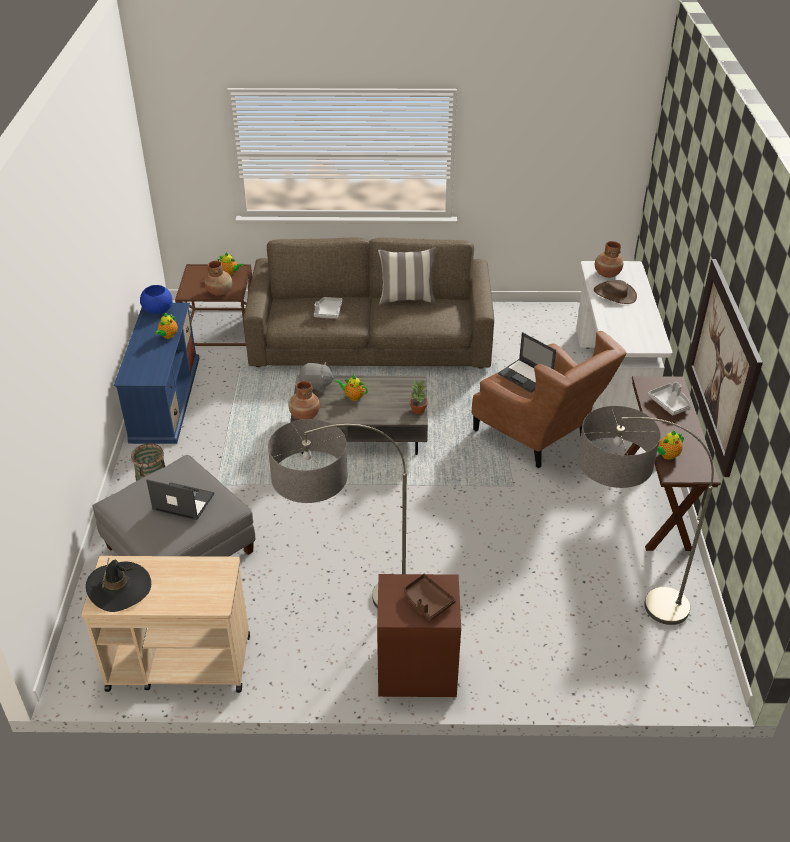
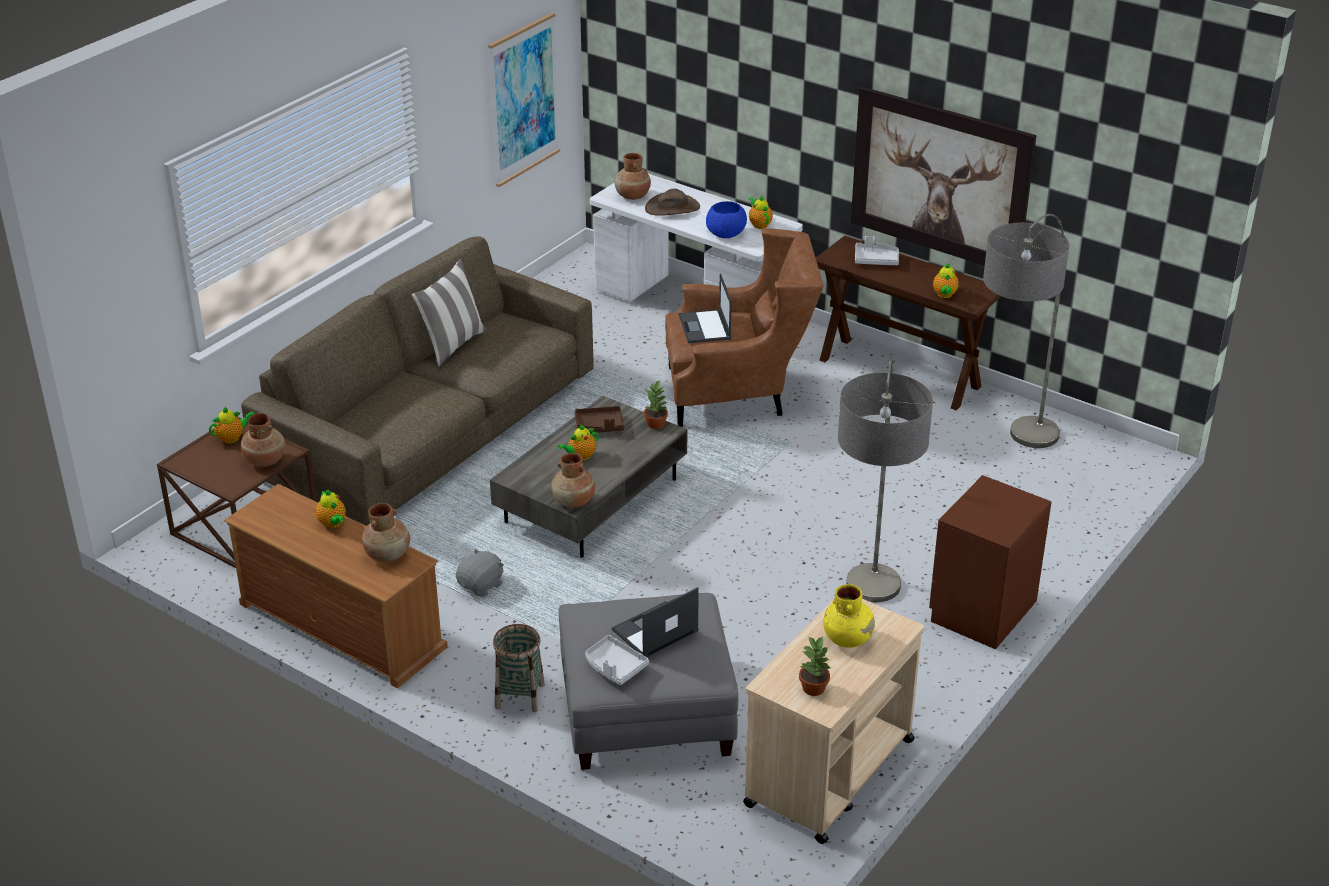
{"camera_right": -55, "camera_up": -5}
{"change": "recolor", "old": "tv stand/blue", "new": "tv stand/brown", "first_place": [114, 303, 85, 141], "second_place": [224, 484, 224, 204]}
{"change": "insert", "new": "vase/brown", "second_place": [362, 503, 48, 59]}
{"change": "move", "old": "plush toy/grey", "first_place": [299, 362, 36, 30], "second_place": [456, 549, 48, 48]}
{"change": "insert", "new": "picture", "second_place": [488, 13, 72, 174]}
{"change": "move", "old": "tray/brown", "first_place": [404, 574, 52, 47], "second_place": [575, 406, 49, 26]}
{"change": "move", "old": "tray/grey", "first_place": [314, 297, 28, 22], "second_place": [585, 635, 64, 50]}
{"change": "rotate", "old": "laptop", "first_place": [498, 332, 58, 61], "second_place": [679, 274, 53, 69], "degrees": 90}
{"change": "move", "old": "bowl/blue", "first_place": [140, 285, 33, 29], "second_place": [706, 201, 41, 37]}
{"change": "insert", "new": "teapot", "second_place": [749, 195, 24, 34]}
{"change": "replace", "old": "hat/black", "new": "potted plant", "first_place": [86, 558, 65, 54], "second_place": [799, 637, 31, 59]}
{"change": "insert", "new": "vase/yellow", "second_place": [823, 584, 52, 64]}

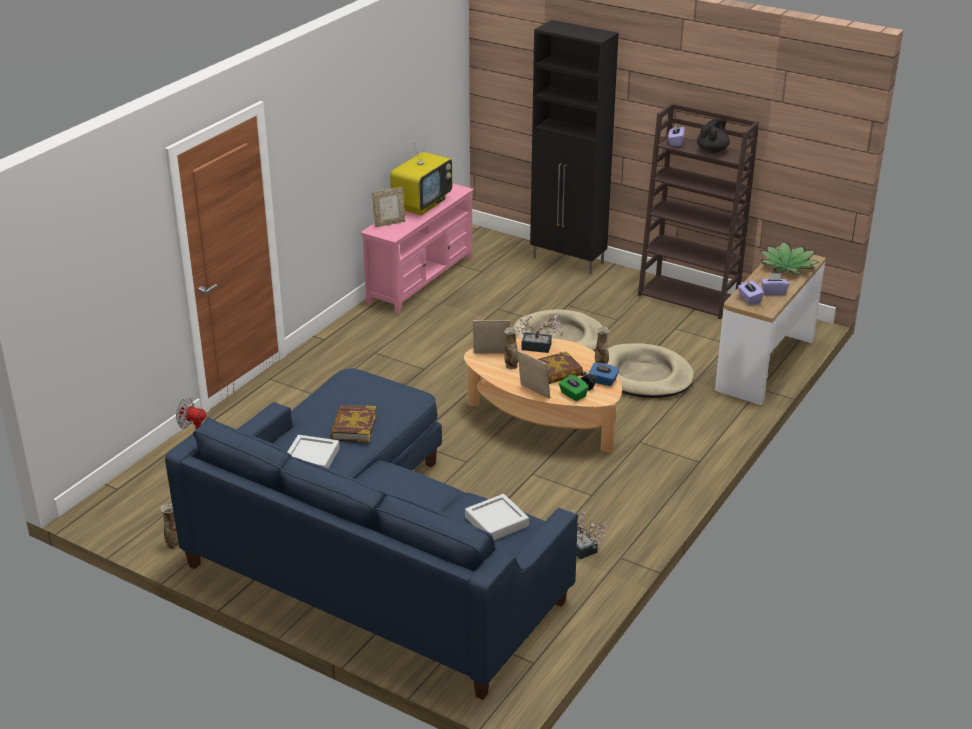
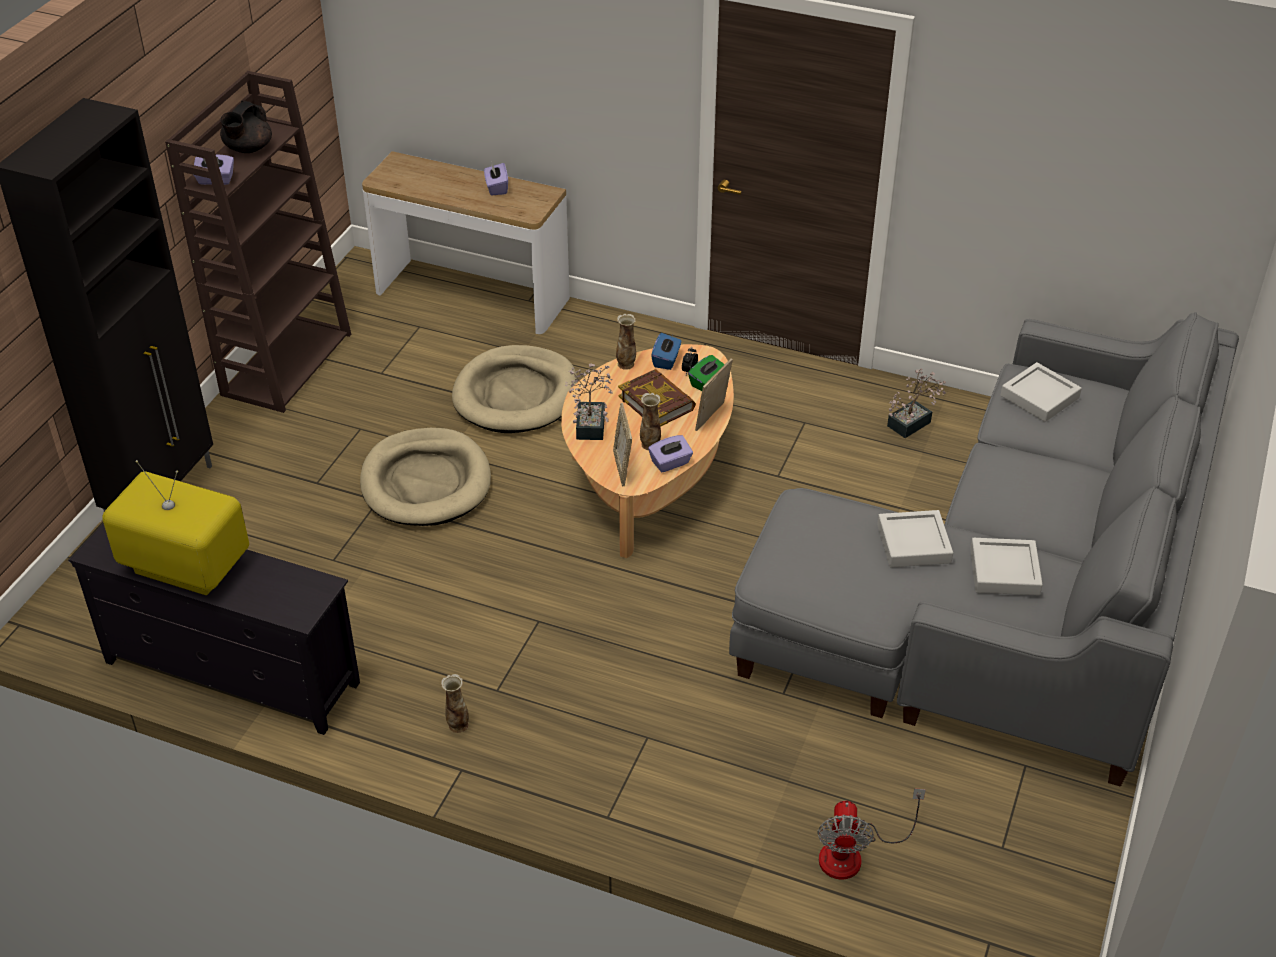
{"camera_right": -100, "camera_up": 10}
{"change": "recolor", "old": "tv stand/pink", "new": "tv stand/black", "first_place": [361, 183, 113, 131], "second_place": [68, 523, 292, 212]}
{"change": "rotate", "old": "teapot/black", "first_place": [697, 119, 33, 34], "second_place": [220, 100, 52, 53], "degrees": -90}
{"change": "move", "old": "vase", "first_place": [160, 504, 19, 45], "second_place": [441, 674, 28, 59]}
{"change": "move", "old": "tissue box/purple", "first_place": [738, 280, 26, 25], "second_place": [648, 435, 45, 37]}
{"change": "recolor", "old": "sofa/blue", "new": "sofa/grey", "first_place": [165, 368, 413, 332], "second_place": [729, 312, 510, 475]}
{"change": "replace", "old": "book", "new": "tray/grey", "first_place": [330, 405, 47, 37], "second_place": [877, 510, 76, 57]}
{"change": "delete", "old": "picture frame", "first_place": [372, 187, 33, 40]}
{"change": "delete", "old": "potted plant", "first_place": [759, 241, 61, 34]}

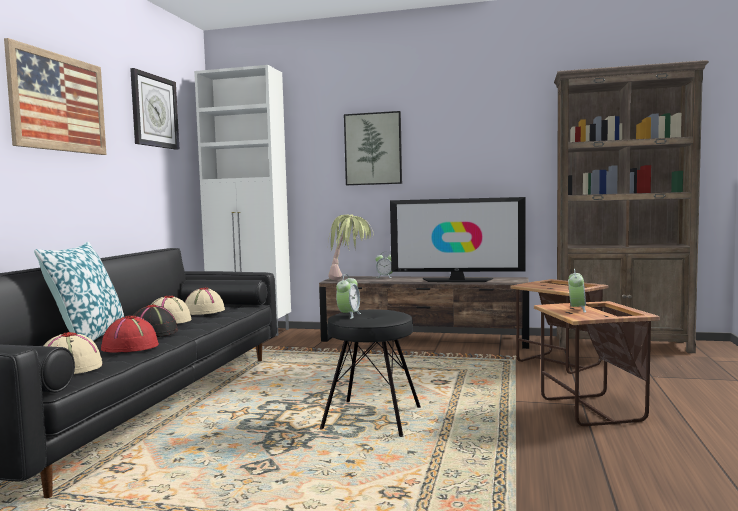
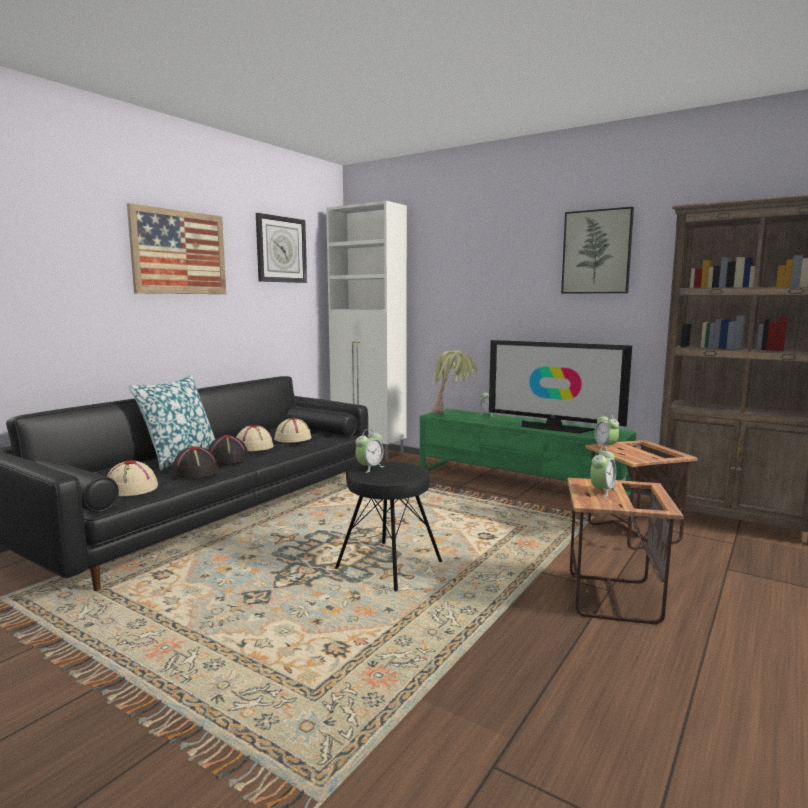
{"camera_right": 20, "camera_up": 5}
{"change": "recolor", "old": "hat/red", "new": "hat/black", "first_place": [101, 316, 58, 37], "second_place": [171, 446, 48, 32]}
{"change": "recolor", "old": "tv stand/brown", "new": "tv stand/green", "first_place": [319, 276, 210, 73], "second_place": [420, 408, 217, 89]}
{"change": "move", "old": "picture", "first_place": [344, 111, 58, 74], "second_place": [561, 207, 73, 87]}
{"change": "insert", "new": "alarm clock", "second_place": [594, 413, 25, 38]}

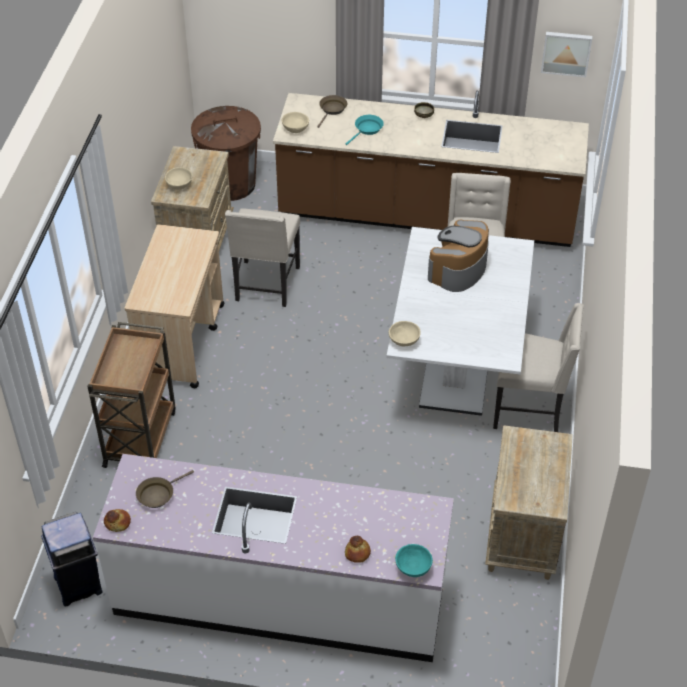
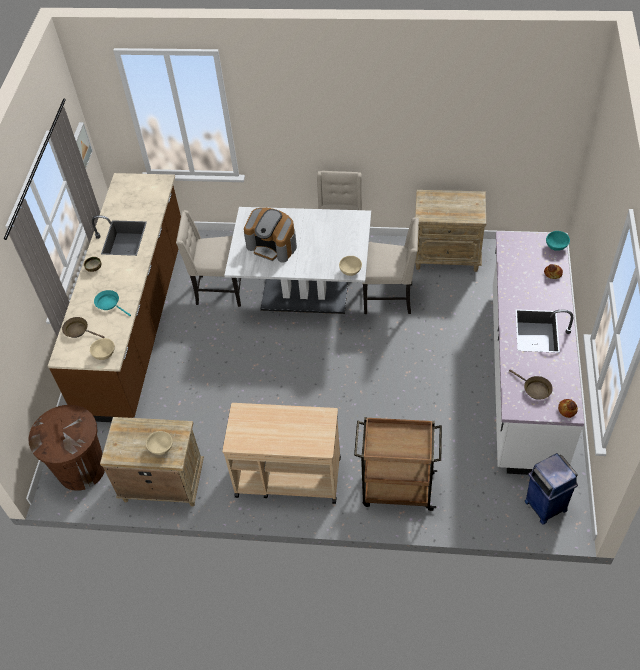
{"camera_right": -90, "camera_up": 5}
{"change": "move", "old": "chair/beige", "first_place": [225, 208, 75, 99], "second_place": [362, 217, 57, 97]}

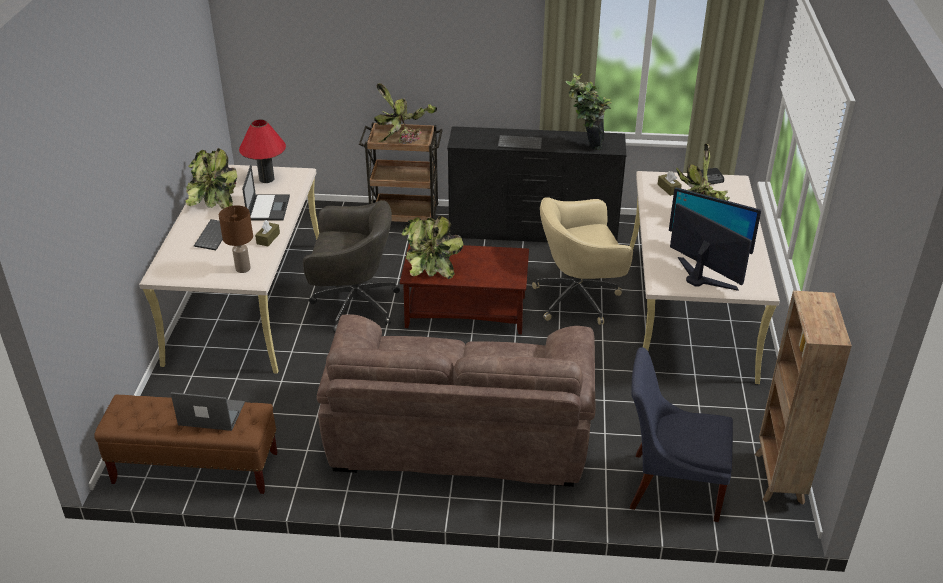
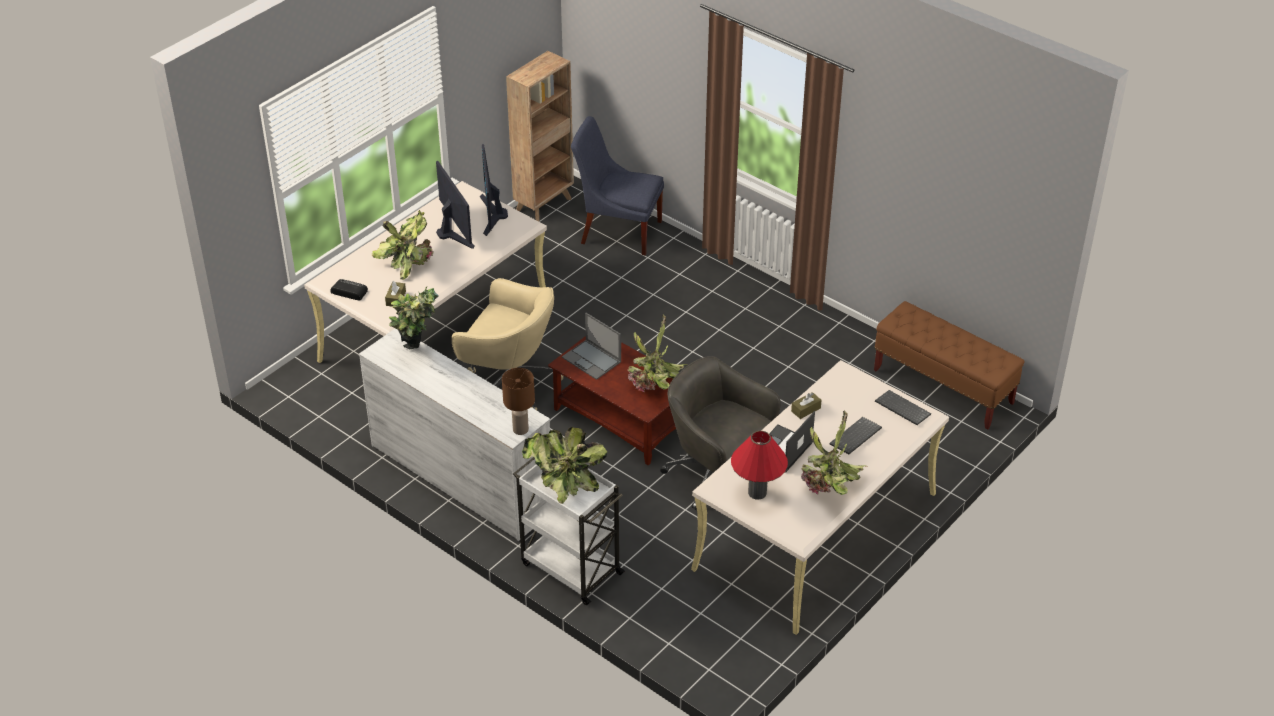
{"camera_right": -145, "camera_up": 5}
{"change": "recolor", "old": "dresser/black", "new": "dresser/white", "first_place": [447, 126, 179, 116], "second_place": [359, 328, 191, 213]}
{"change": "move", "old": "table lamp/brown", "first_place": [219, 205, 34, 68], "second_place": [502, 368, 33, 67]}
{"change": "recolor", "old": "cart/brown", "new": "cart/white", "first_place": [359, 123, 84, 99], "second_place": [513, 457, 112, 148]}
{"change": "move", "old": "laptop", "first_place": [171, 392, 74, 39], "second_place": [562, 313, 59, 67]}
{"change": "rotate", "old": "chair/blue", "first_place": [630, 347, 103, 175], "second_place": [571, 116, 93, 139], "degrees": 150}
{"change": "move", "old": "keyboard", "first_place": [498, 135, 44, 15], "second_place": [875, 390, 56, 35]}
{"change": "delete", "old": "sofa/brown", "first_place": [317, 314, 278, 173]}

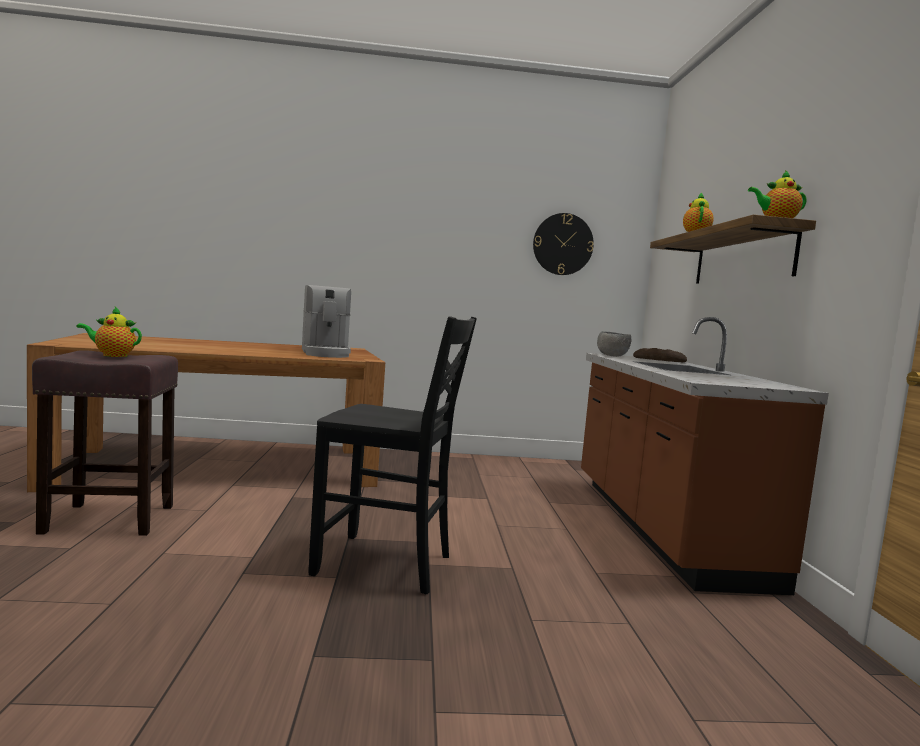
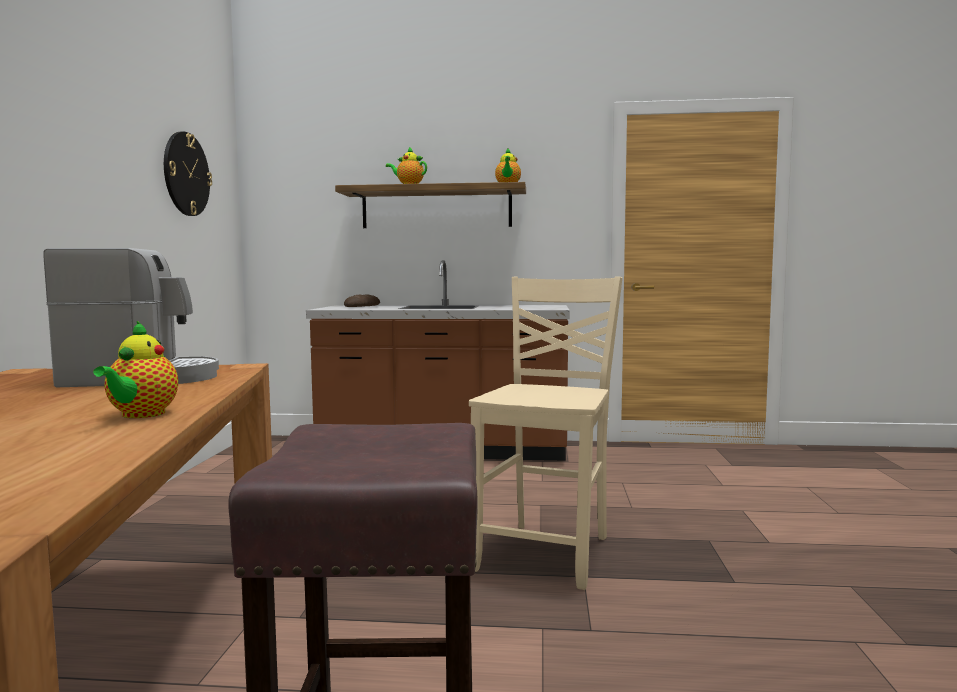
{"camera_right": -80, "camera_up": 0}
{"change": "move", "old": "teapot", "first_place": [76, 307, 66, 50], "second_place": [93, 321, 85, 97]}
{"change": "recolor", "old": "chair/black", "new": "chair/beige", "first_place": [308, 317, 169, 277], "second_place": [469, 276, 153, 314]}
{"change": "delete", "old": "bowl/grey", "first_place": [597, 332, 34, 25]}

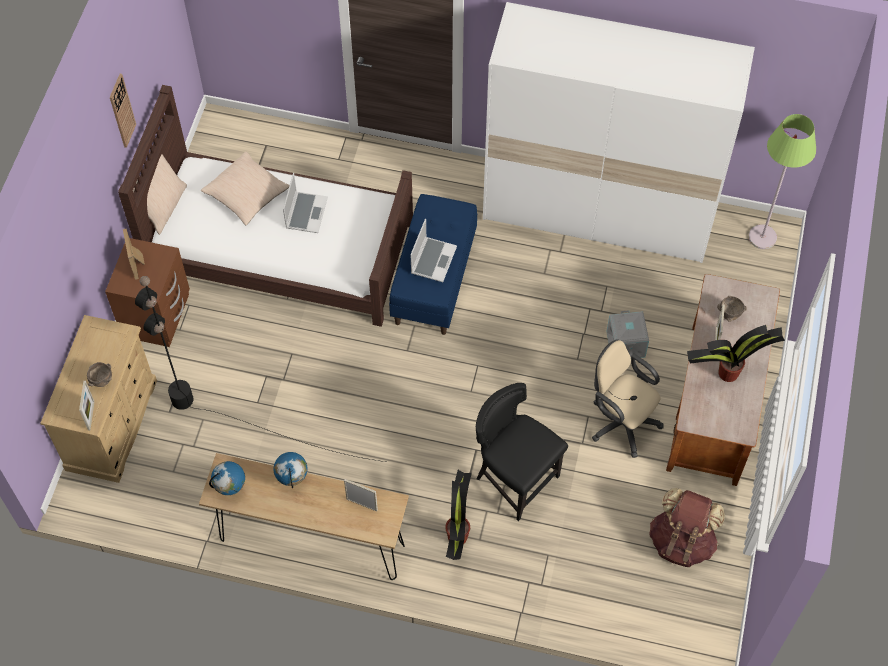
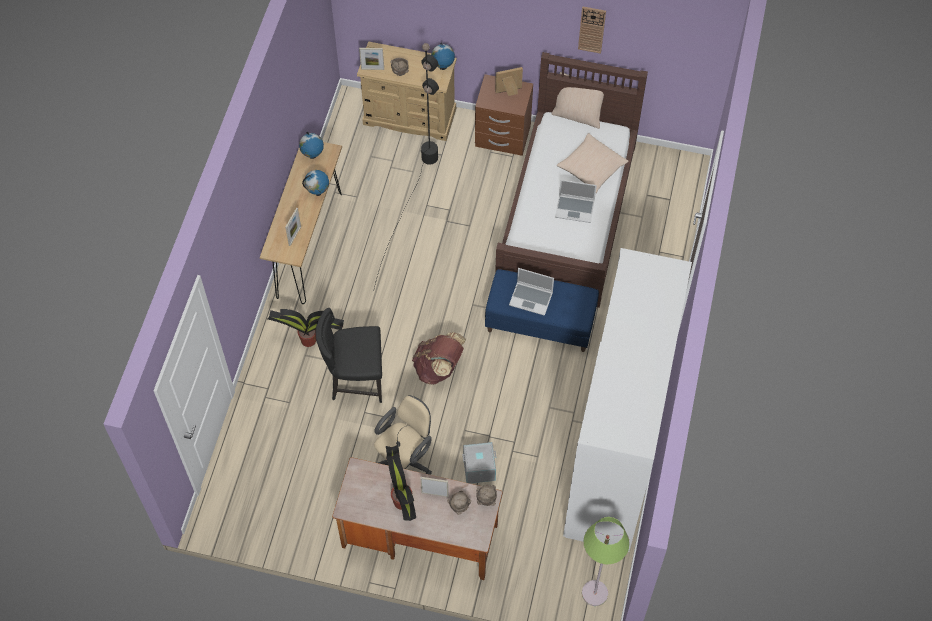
{"camera_right": 90, "camera_up": 0}
{"change": "rotate", "old": "chair/black", "first_place": [476, 383, 92, 138], "second_place": [316, 308, 66, 95], "degrees": -135}
{"change": "move", "old": "backpack/brown", "first_place": [649, 488, 76, 79], "second_place": [412, 332, 54, 53]}
{"change": "insert", "new": "globe", "second_place": [431, 42, 24, 28]}
{"change": "insert", "new": "bowl/brown", "second_place": [476, 485, 21, 21]}

